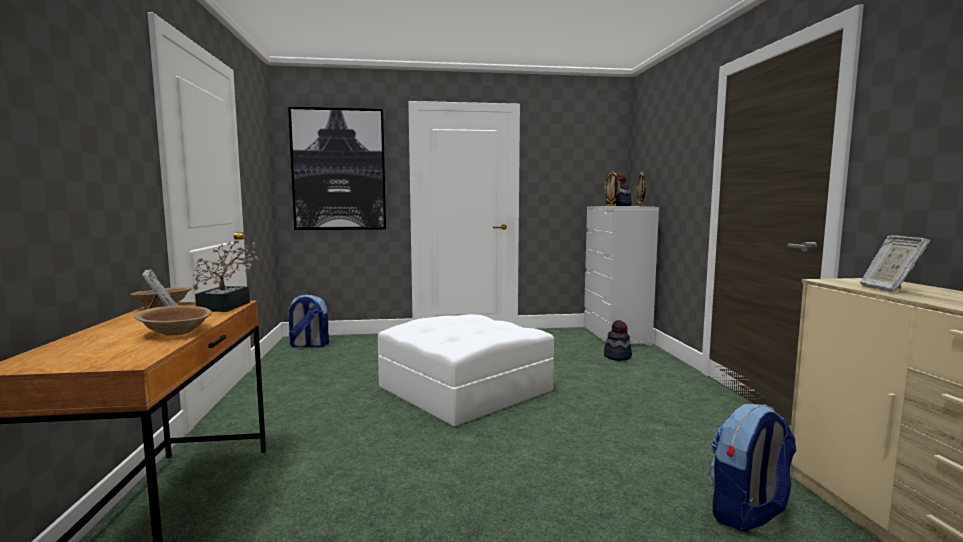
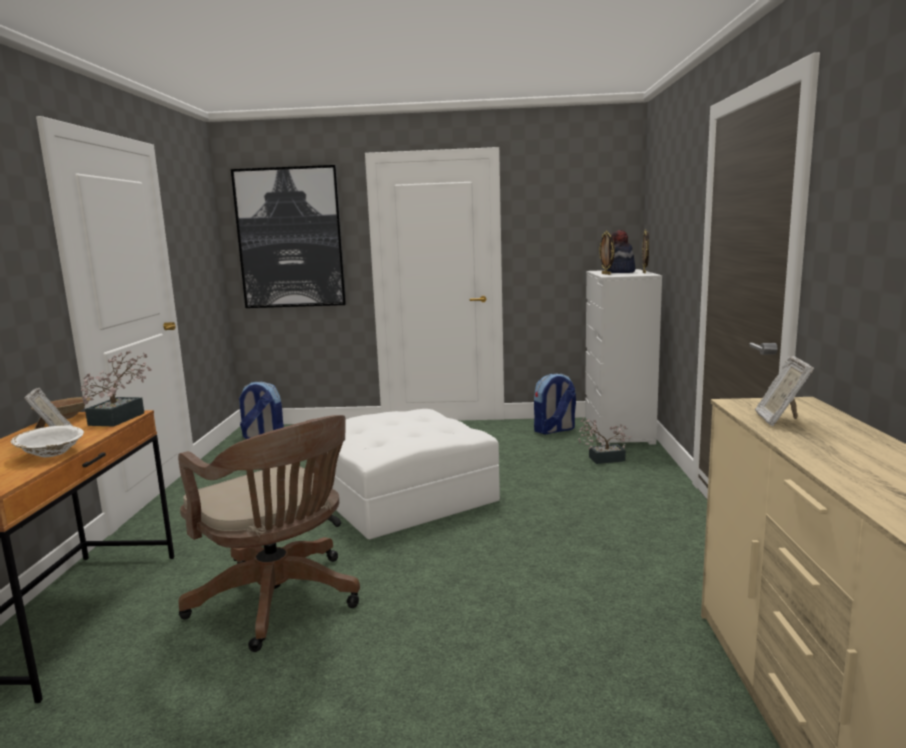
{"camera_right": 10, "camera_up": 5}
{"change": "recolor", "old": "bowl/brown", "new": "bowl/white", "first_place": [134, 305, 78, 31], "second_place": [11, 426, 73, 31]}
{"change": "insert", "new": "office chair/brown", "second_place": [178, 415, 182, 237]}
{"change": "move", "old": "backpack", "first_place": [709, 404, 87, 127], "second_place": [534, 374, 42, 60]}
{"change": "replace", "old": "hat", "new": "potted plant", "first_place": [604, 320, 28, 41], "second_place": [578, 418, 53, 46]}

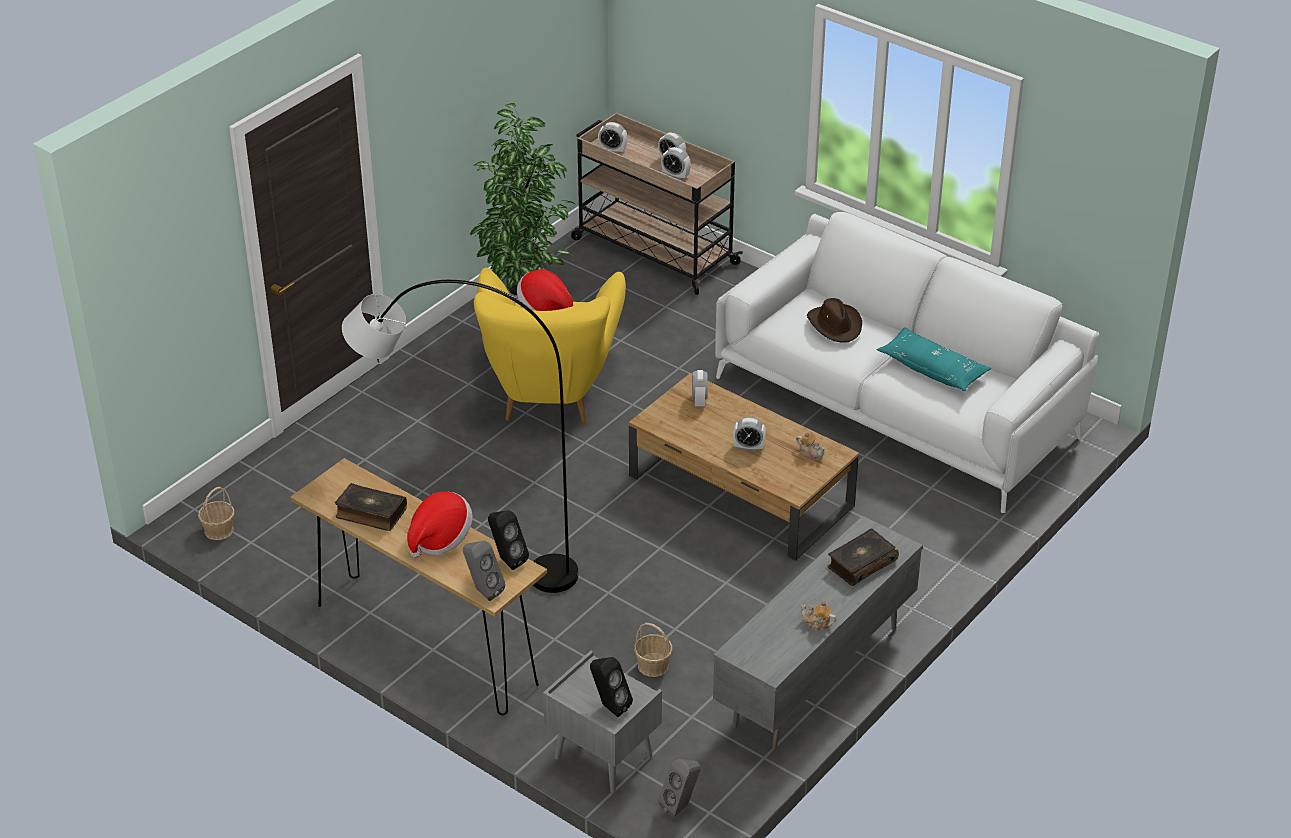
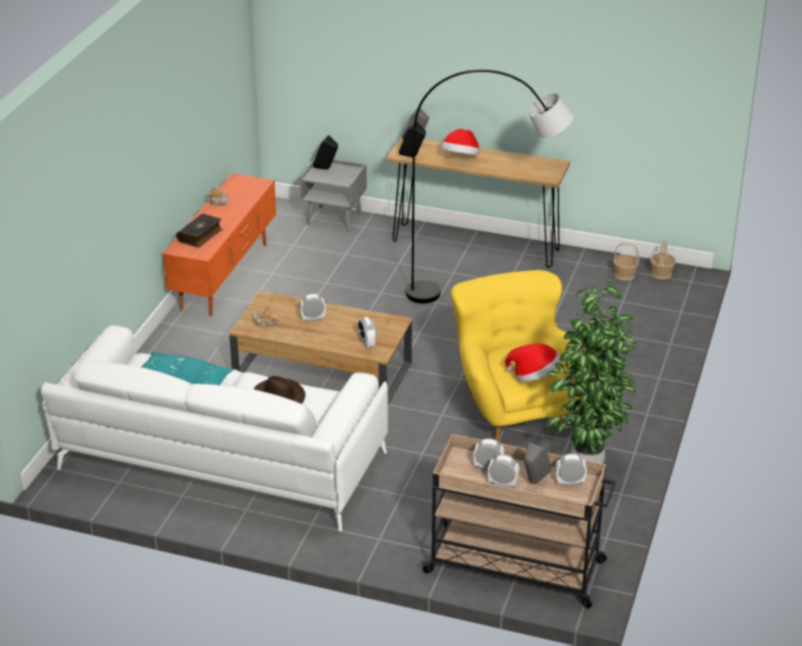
{"camera_right": 160, "camera_up": -5}
{"change": "recolor", "old": "tv stand/grey", "new": "tv stand/orange", "first_place": [713, 516, 210, 234], "second_place": [162, 173, 114, 143]}
{"change": "move", "old": "speaker/grey", "first_place": [658, 759, 43, 59], "second_place": [524, 442, 27, 42]}
{"change": "move", "old": "basket", "first_place": [634, 623, 39, 54], "second_place": [613, 243, 26, 38]}
{"change": "delete", "old": "book", "first_place": [335, 483, 72, 48]}

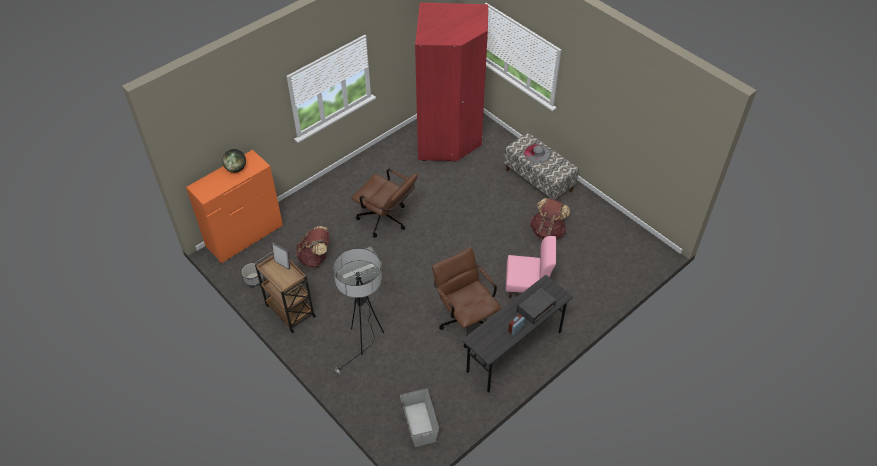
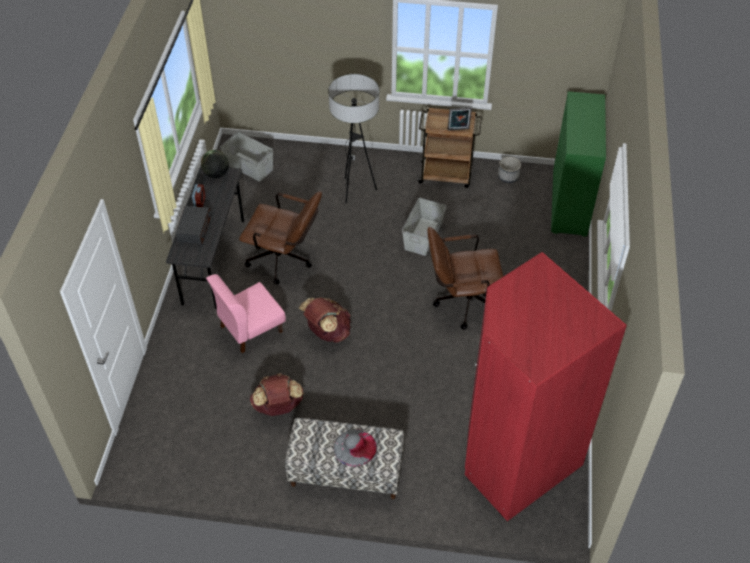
{"camera_right": 140, "camera_up": 0}
{"change": "move", "old": "globe", "first_place": [222, 149, 24, 24], "second_place": [201, 150, 28, 28]}
{"change": "move", "old": "backpack/brown", "first_place": [296, 226, 33, 42], "second_place": [299, 297, 52, 46]}
{"change": "recolor", "old": "dresser/orange", "new": "dresser/green", "first_place": [186, 150, 97, 113], "second_place": [551, 91, 55, 146]}

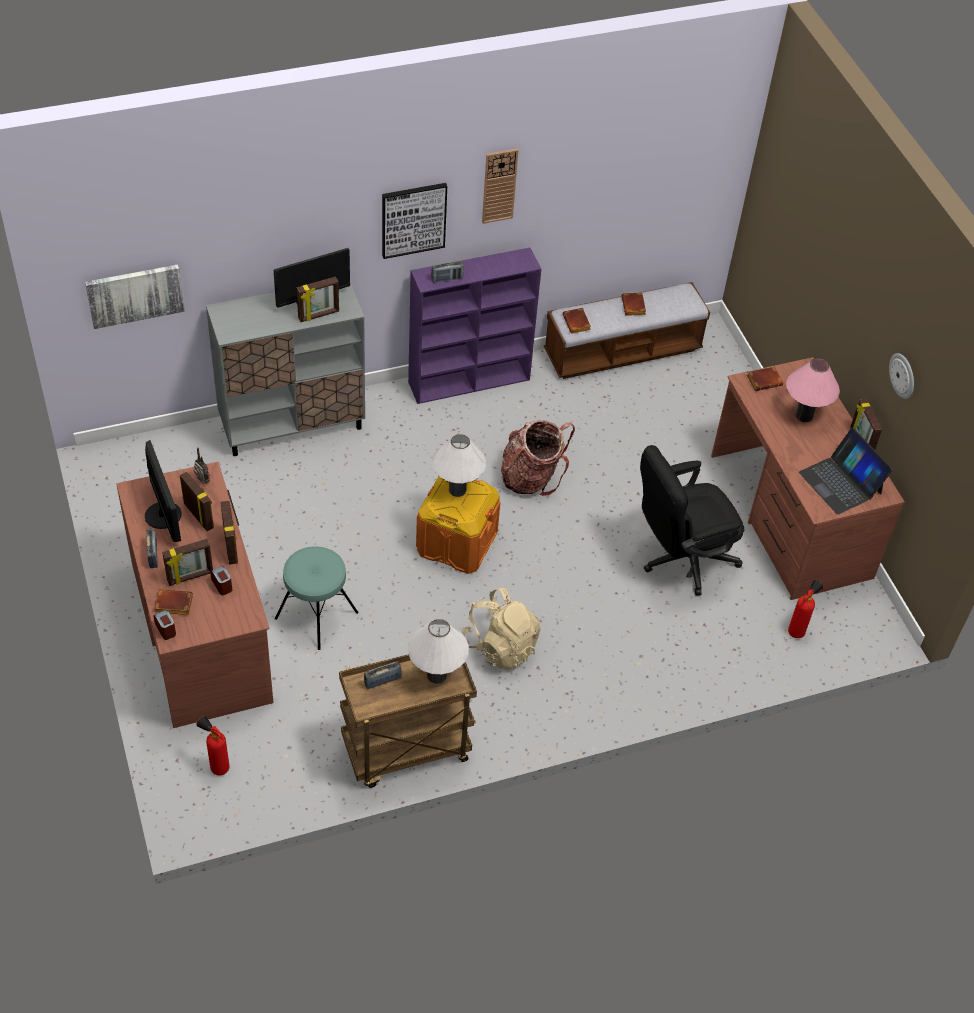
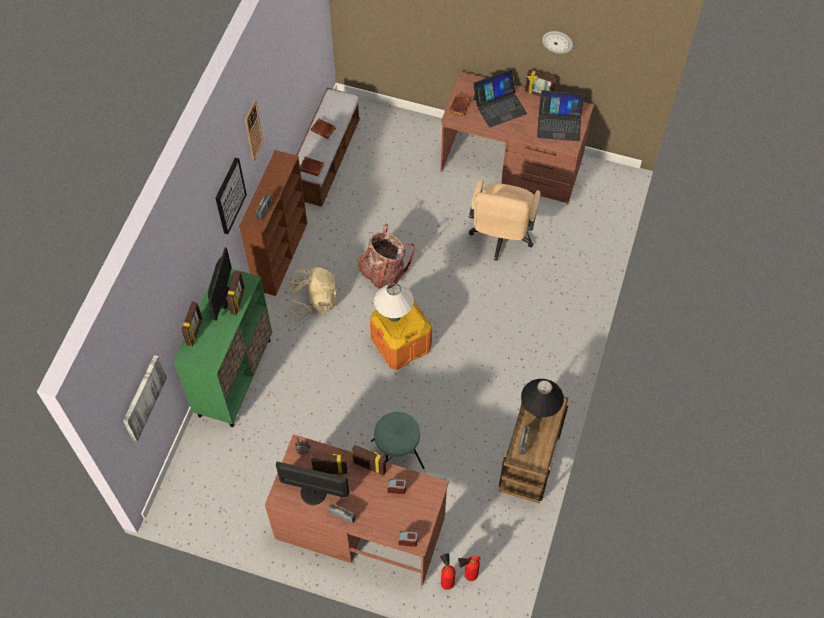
{"camera_right": -50, "camera_up": 10}
{"change": "recolor", "old": "cabinet/grey", "new": "cabinet/green", "first_place": [206, 283, 159, 173], "second_place": [173, 269, 99, 158]}
{"change": "move", "old": "picture frame", "first_place": [162, 539, 51, 47], "second_place": [181, 302, 21, 44]}
{"change": "recolor", "old": "bookcase/purple", "new": "bookcase/brown", "first_place": [408, 248, 133, 156], "second_place": [239, 150, 68, 146]}
{"change": "move", "old": "backpack/beige", "first_place": [462, 588, 79, 82], "second_place": [288, 267, 51, 50]}
{"change": "move", "old": "fire extinguisher", "first_place": [788, 580, 35, 58], "second_place": [440, 553, 15, 37]}
{"change": "recolor", "old": "office chair/black", "new": "office chair/beige", "first_place": [640, 445, 104, 151], "second_place": [469, 179, 72, 82]}
{"change": "replace", "old": "table lamp/pink", "new": "laptop", "first_place": [786, 359, 54, 63], "second_place": [473, 70, 54, 57]}
{"change": "recolor", "old": "table lamp/white", "new": "table lamp/black", "first_place": [408, 619, 61, 65], "second_place": [521, 379, 43, 39]}
{"change": "delete", "old": "book/brown", "first_place": [154, 589, 39, 26]}

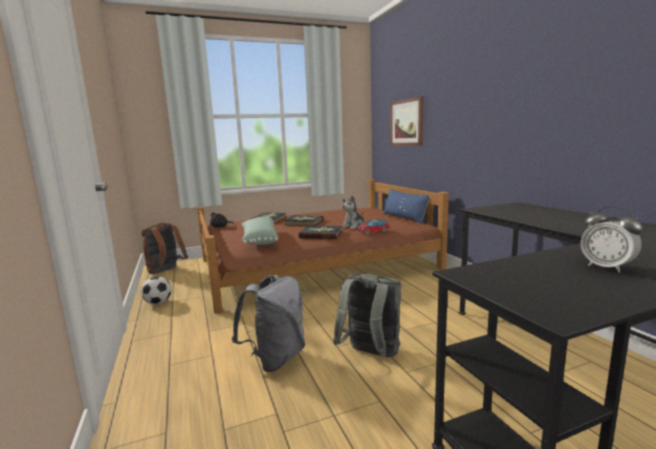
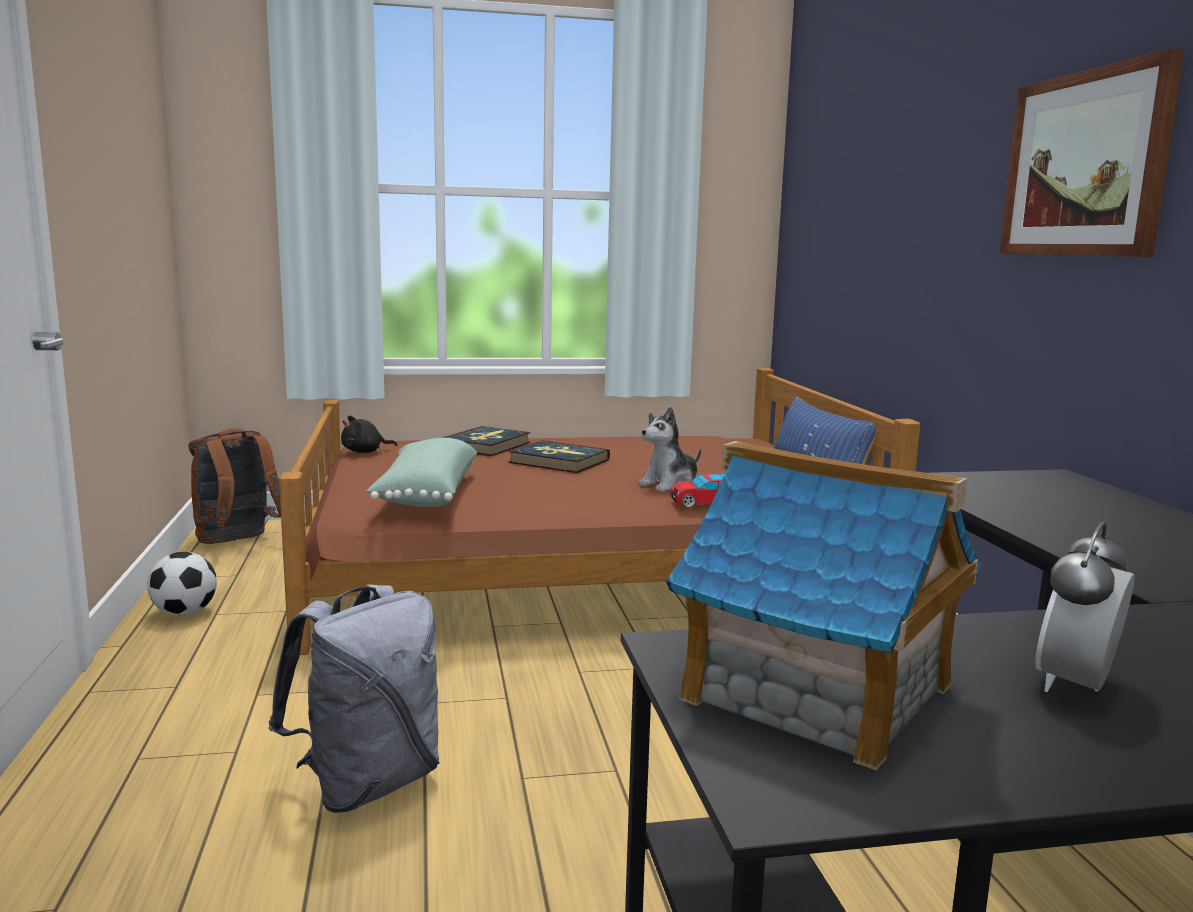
{"camera_right": 10, "camera_up": 0}
{"change": "insert", "new": "toy house", "second_place": [666, 441, 315, 329]}
{"change": "move", "old": "picture", "first_place": [390, 96, 33, 50], "second_place": [999, 48, 186, 209]}
{"change": "rotate", "old": "alarm clock", "first_place": [581, 206, 62, 67], "second_place": [1035, 521, 100, 171], "degrees": 60}
{"change": "delete", "old": "book", "first_place": [299, 226, 43, 13]}
{"change": "delete", "old": "backpack/grey", "first_place": [333, 274, 68, 83]}

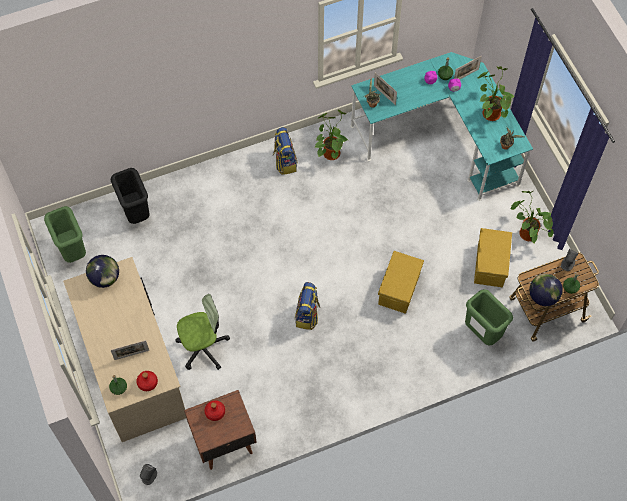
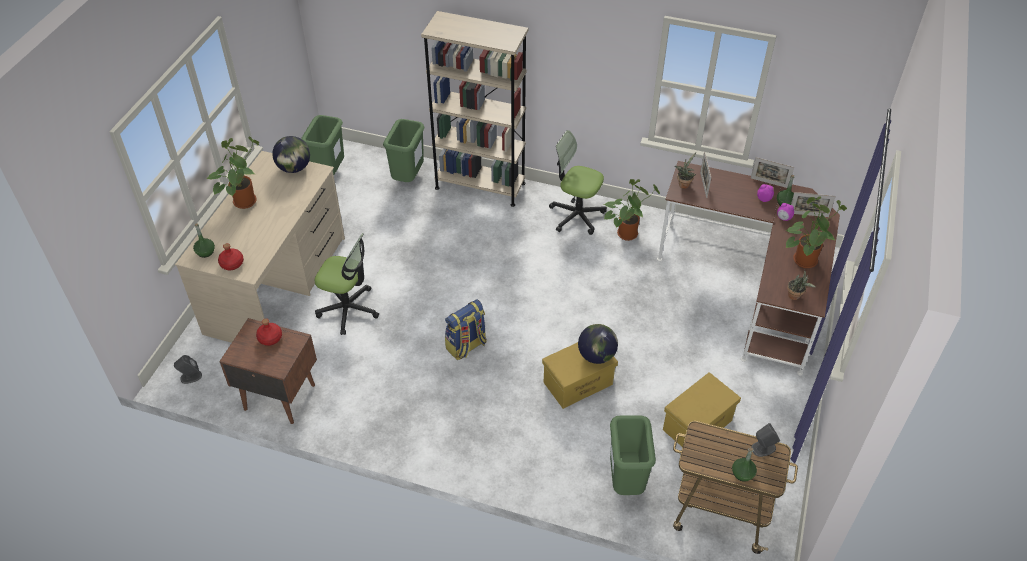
{"camera_right": 40, "camera_up": -15}
{"change": "move", "old": "potted plant", "first_place": [510, 191, 43, 52], "second_place": [207, 137, 52, 72]}
{"change": "recolor", "old": "trash can/black", "new": "trash can/green", "first_place": [111, 168, 39, 56], "second_place": [383, 119, 41, 63]}
{"change": "insert", "new": "bookcase/beige", "second_place": [421, 11, 107, 196]}
{"change": "replace", "old": "backpack", "new": "office chair", "first_place": [273, 127, 24, 48], "second_place": [549, 130, 58, 105]}
{"change": "move", "old": "globe", "first_place": [529, 274, 34, 32], "second_place": [578, 324, 40, 40]}
{"change": "recolor", "old": "desk/turquoise", "new": "desk/brown", "first_place": [350, 52, 183, 149], "second_place": [657, 161, 183, 215]}
{"change": "move", "old": "picture frame", "first_place": [110, 340, 39, 20], "second_place": [751, 157, 43, 31]}

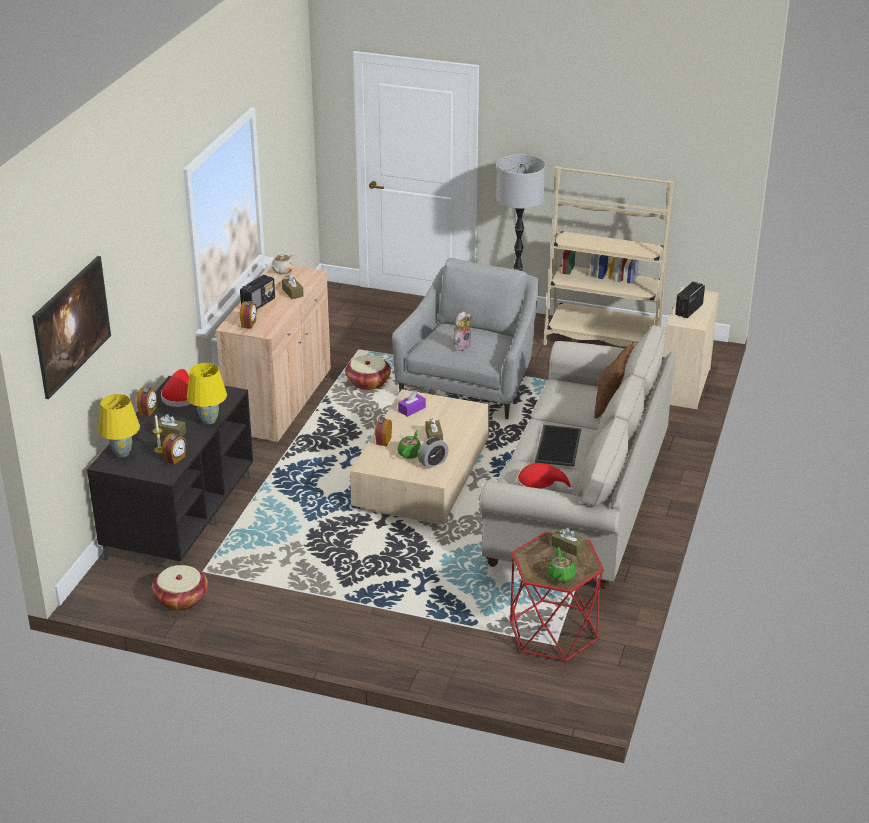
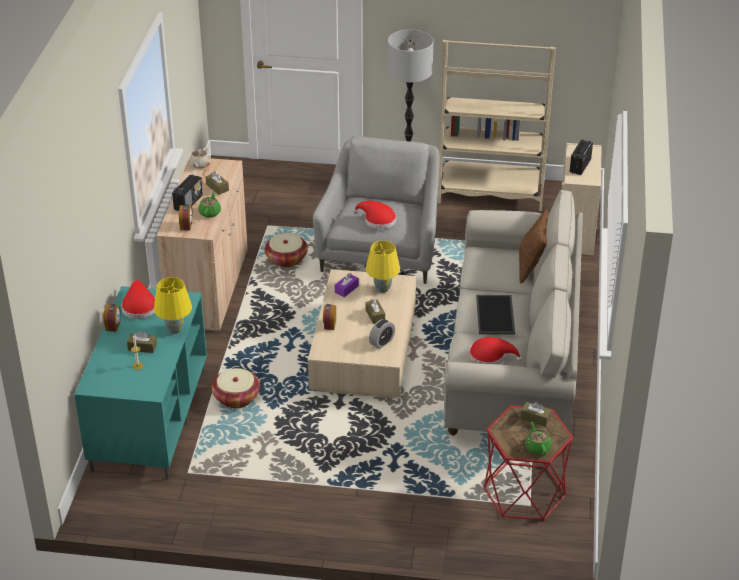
{"camera_right": -10, "camera_up": 5}
{"change": "recolor", "old": "tv stand/black", "new": "tv stand/turquoise", "first_place": [87, 376, 166, 189], "second_place": [74, 286, 133, 194]}
{"change": "move", "old": "teapot/green", "first_place": [397, 430, 24, 29], "second_place": [198, 191, 23, 27]}
{"change": "move", "old": "basket", "first_place": [152, 565, 56, 46], "second_place": [212, 368, 48, 40]}
{"change": "replace", "old": "plush toy", "new": "hat/red", "first_place": [453, 311, 19, 41], "second_place": [353, 201, 43, 28]}
{"change": "move", "old": "table lamp/yellow", "first_place": [98, 394, 42, 63], "second_place": [366, 241, 34, 52]}
{"change": "delete", "old": "picture", "first_place": [32, 256, 79, 143]}
{"change": "delete", "old": "alarm clock", "first_place": [162, 433, 24, 32]}

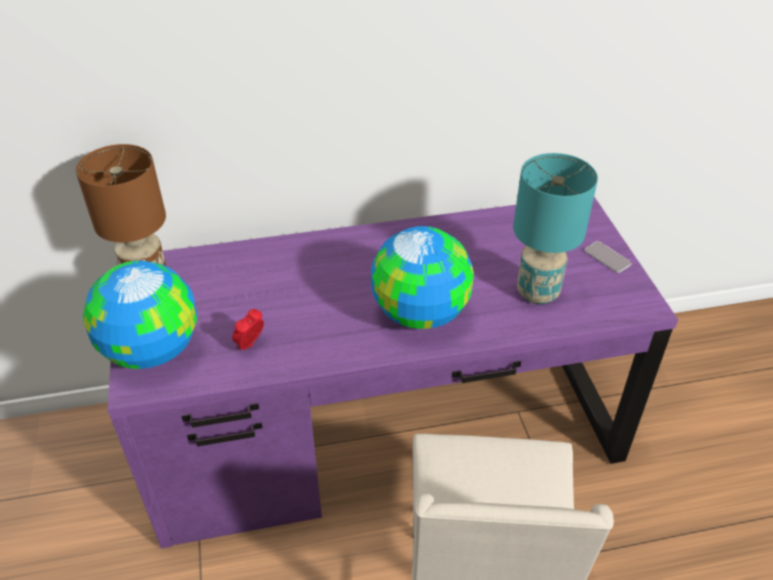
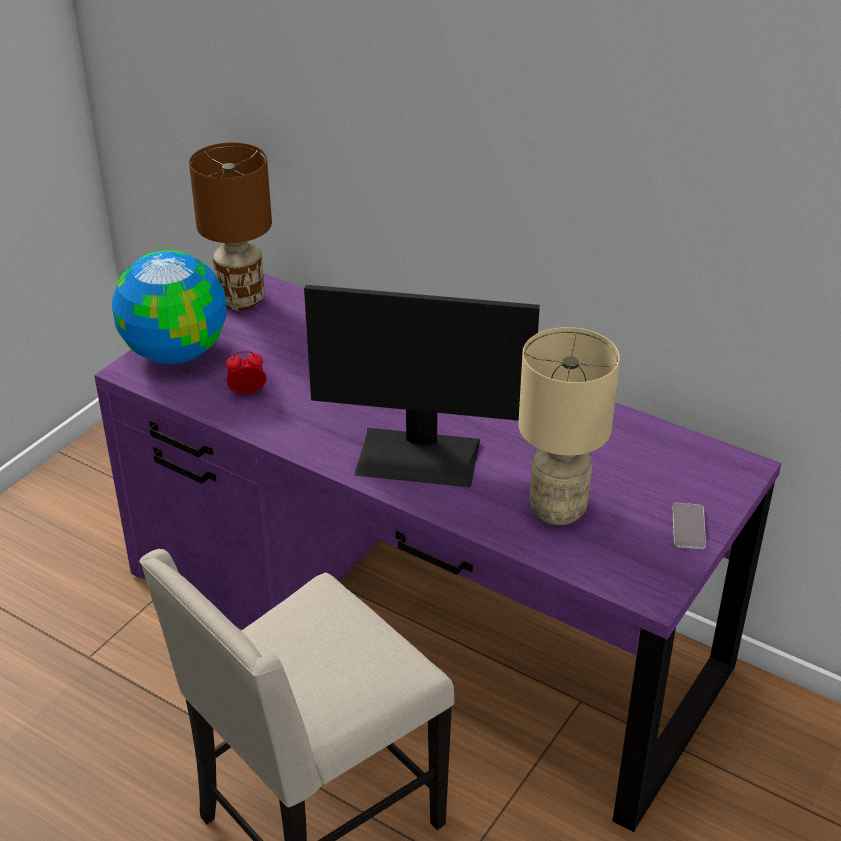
{"camera_right": 45, "camera_up": -5}
{"change": "replace", "old": "globe", "new": "monitor", "first_place": [371, 226, 103, 103], "second_place": [304, 285, 236, 203]}
{"change": "recolor", "old": "table lamp/turquoise", "new": "table lamp/beige", "first_place": [513, 153, 85, 152], "second_place": [518, 327, 102, 198]}

